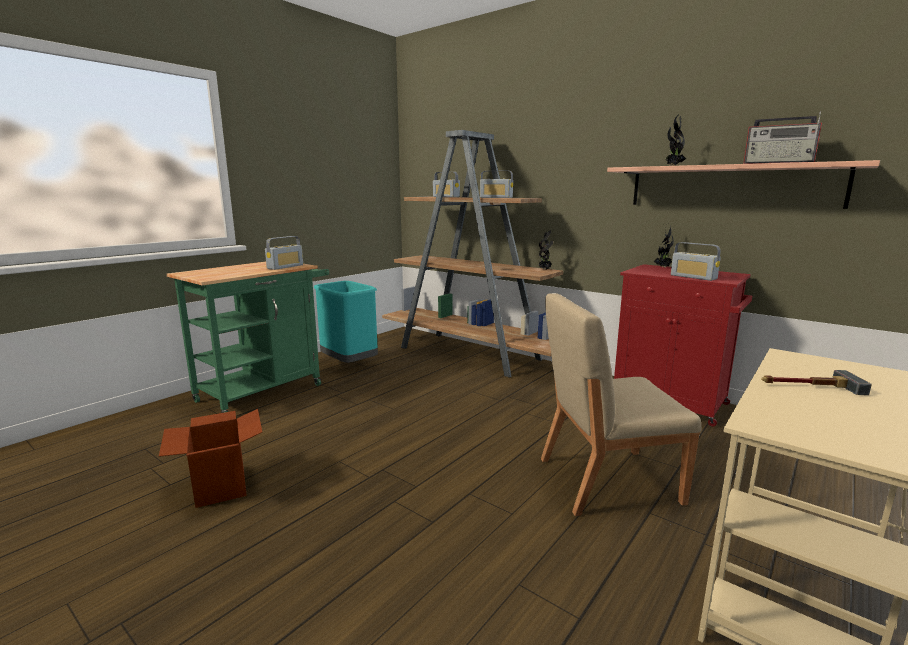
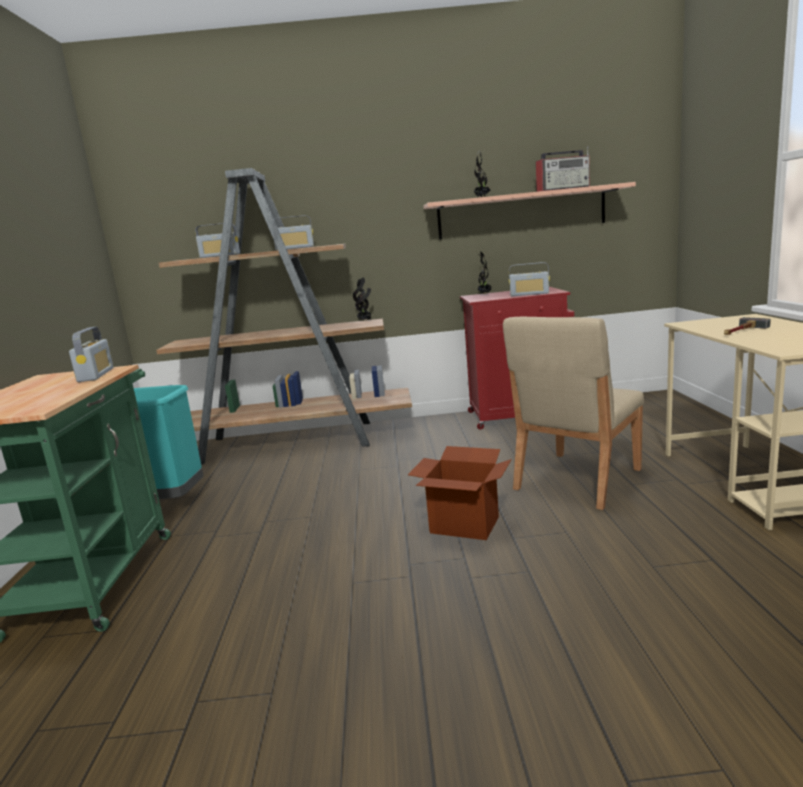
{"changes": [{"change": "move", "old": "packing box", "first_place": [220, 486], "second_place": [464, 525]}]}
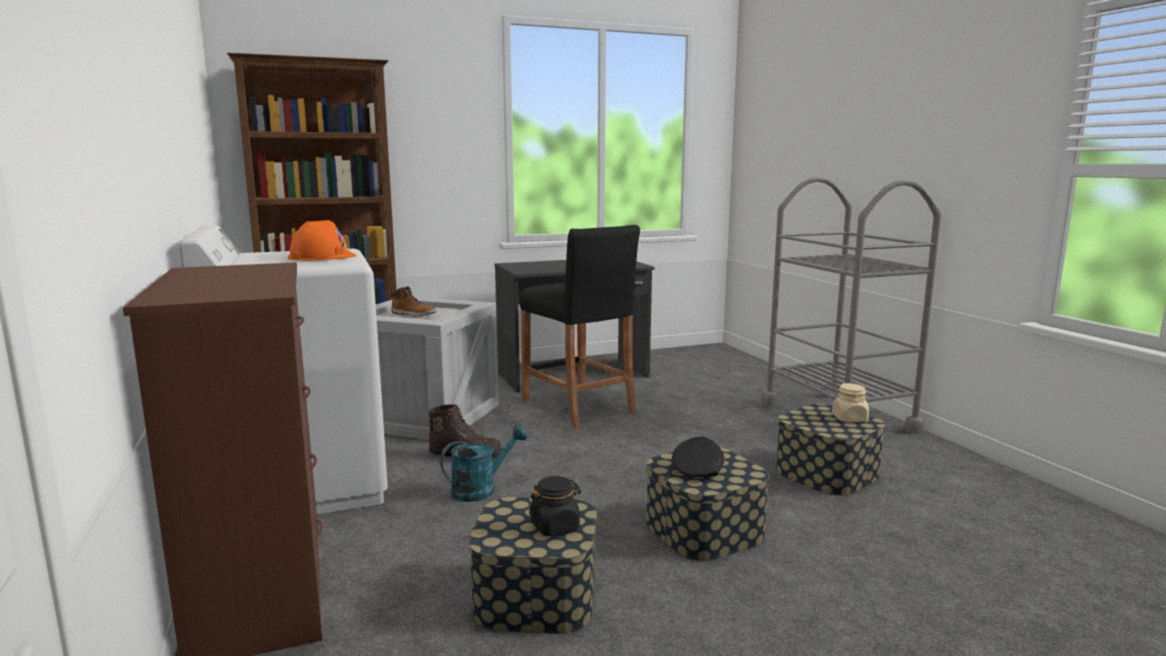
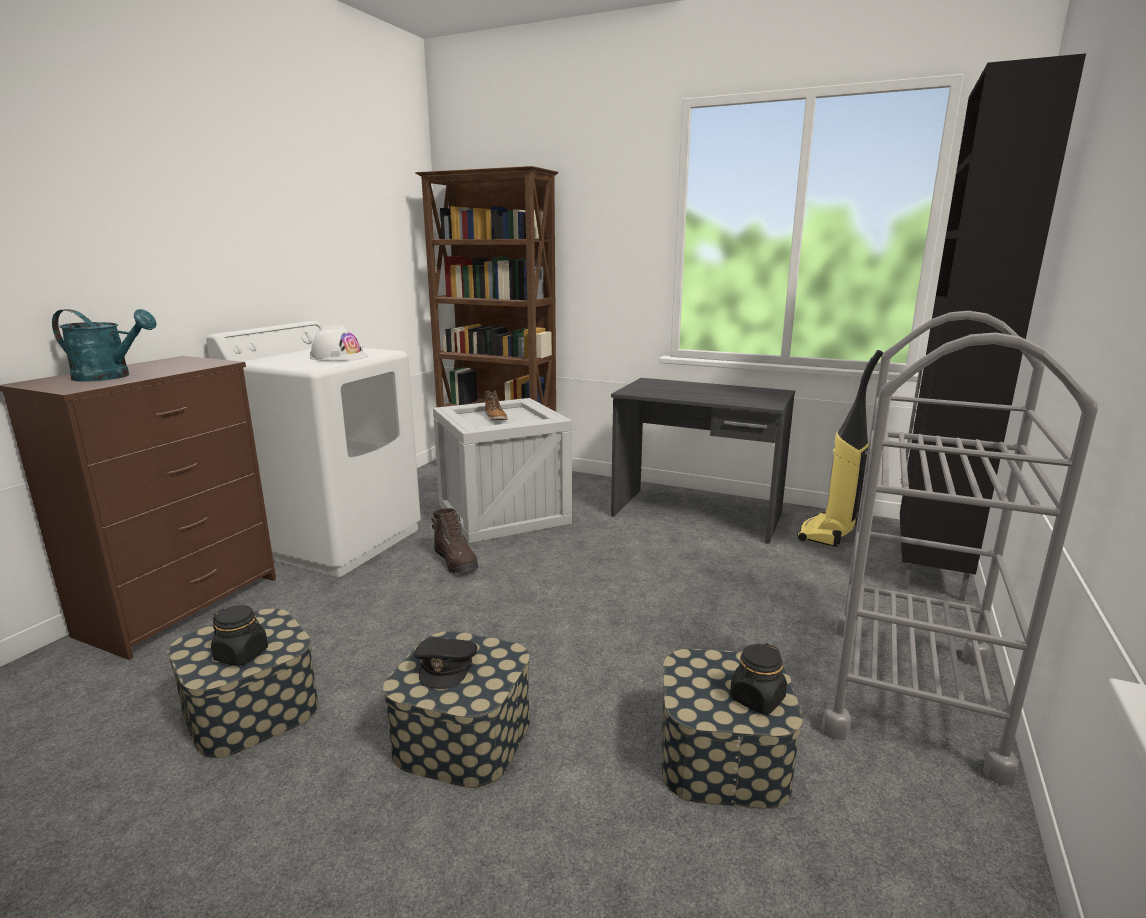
{"changes": [{"change": "recolor", "old": "safety helmet (orange-coloured)", "new": "safety helmet (whitish)", "first_place": [322, 257], "second_place": [339, 357]}, {"change": "delete", "old": "stool (black)", "first_place": [578, 407]}, {"change": "recolor", "old": "jar (beige)", "new": "jar (black)", "first_place": [849, 419], "second_place": [757, 699]}, {"change": "move", "old": "watering pot (blue-green)", "first_place": [481, 489], "second_place": [110, 377]}, {"change": "rotate", "old": "cap (black)", "first_place": [697, 470], "second_place": [446, 666], "degrees": 120}, {"change": "insert", "new": "storage cabinet (black)", "second_place": [928, 568]}, {"change": "insert", "new": "vacuum cleaner", "second_place": [828, 534]}]}
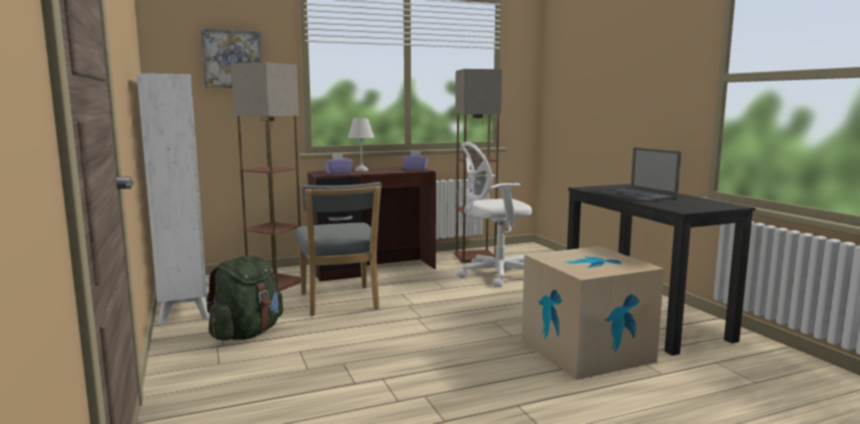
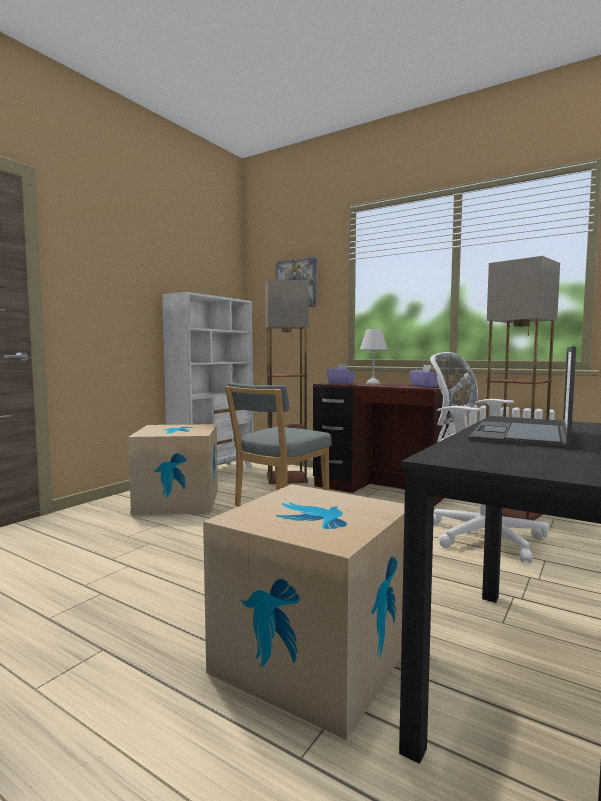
{"changes": [{"change": "replace", "old": "backpack (green-coloured)", "new": "packing box", "first_place": [247, 334], "second_place": [177, 501]}]}
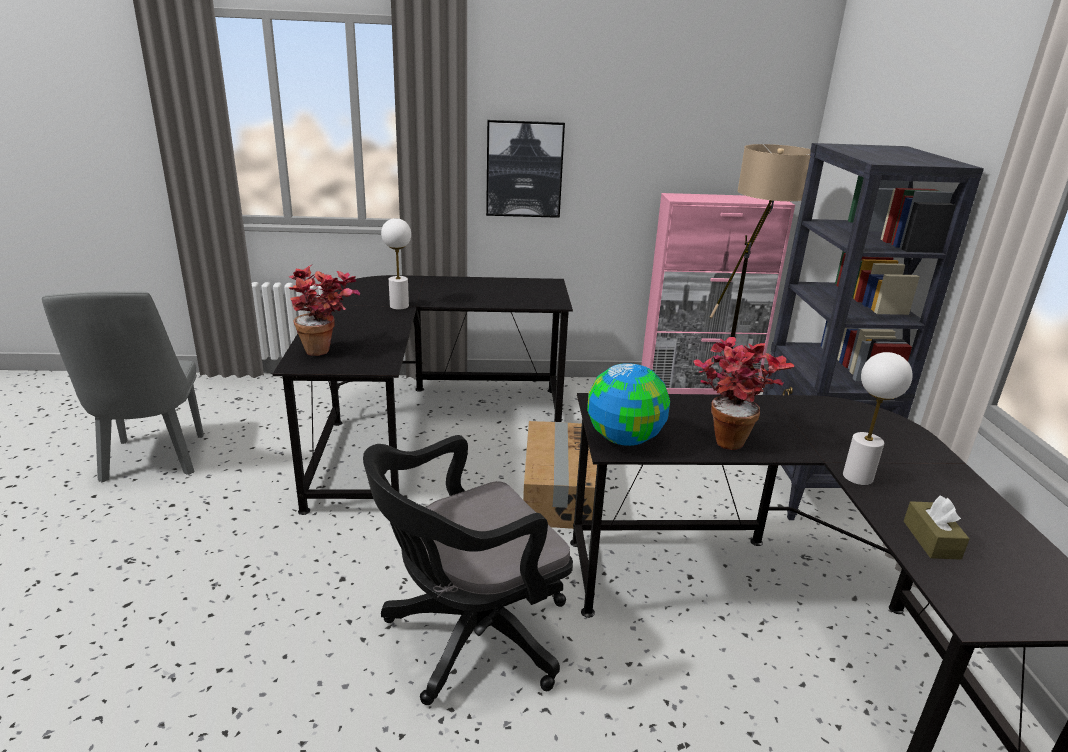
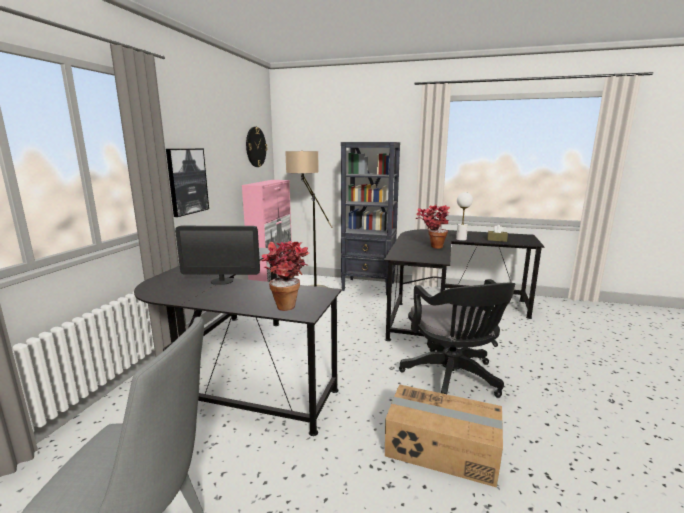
{"changes": [{"change": "replace", "old": "table lamp (whitish)", "new": "monitor", "first_place": [399, 306], "second_place": [222, 281]}, {"change": "delete", "old": "world globe", "first_place": [625, 438]}, {"change": "move", "old": "packing box", "first_place": [557, 492], "second_place": [442, 449]}, {"change": "insert", "new": "wall clock", "second_place": [255, 147]}]}
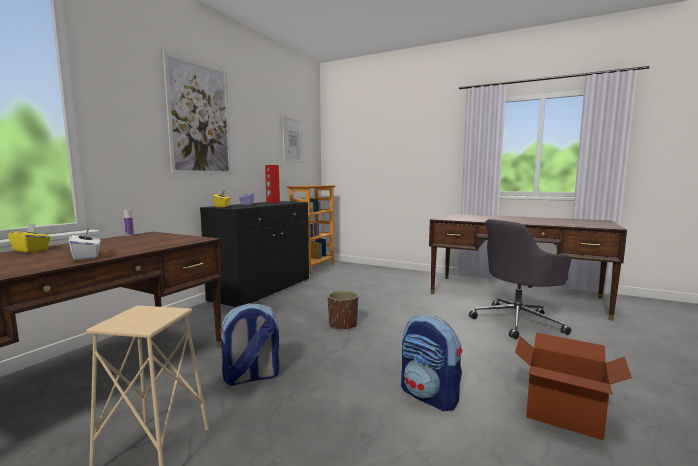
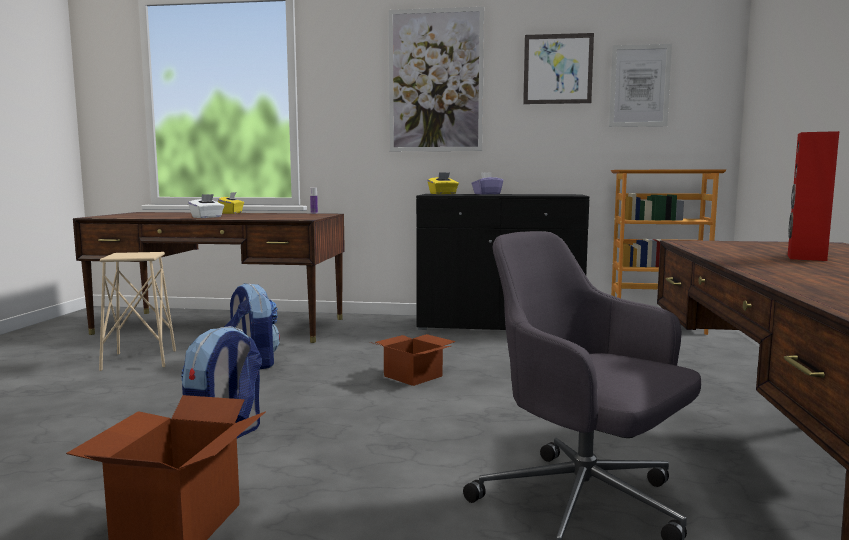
{"changes": [{"change": "move", "old": "loudspeaker (red-coloured)", "first_place": [272, 202], "second_place": [805, 258]}, {"change": "replace", "old": "planter (brown-coloured)", "new": "packing box", "first_place": [343, 325], "second_place": [414, 376]}, {"change": "insert", "new": "wall picture", "second_place": [558, 69]}]}
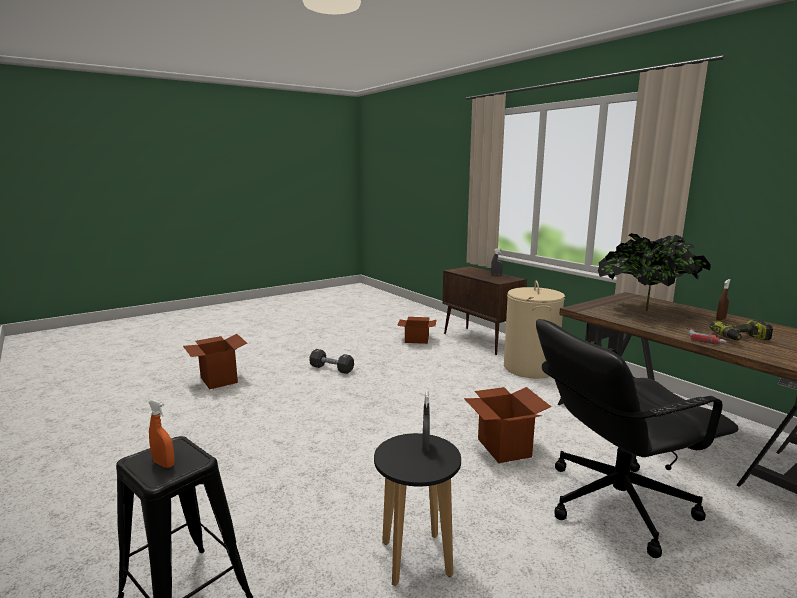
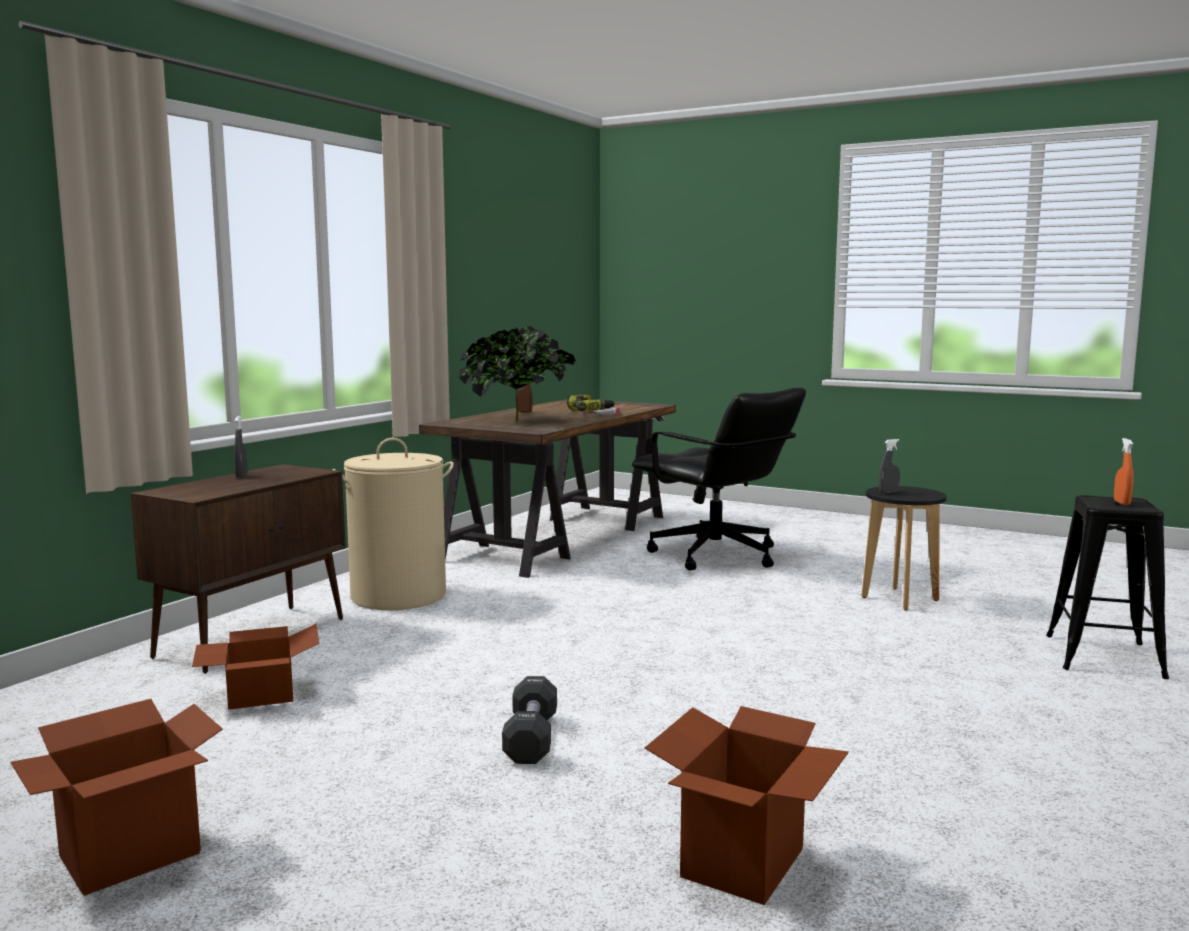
{"changes": [{"change": "move", "old": "packing box", "first_place": [503, 447], "second_place": [129, 855]}]}
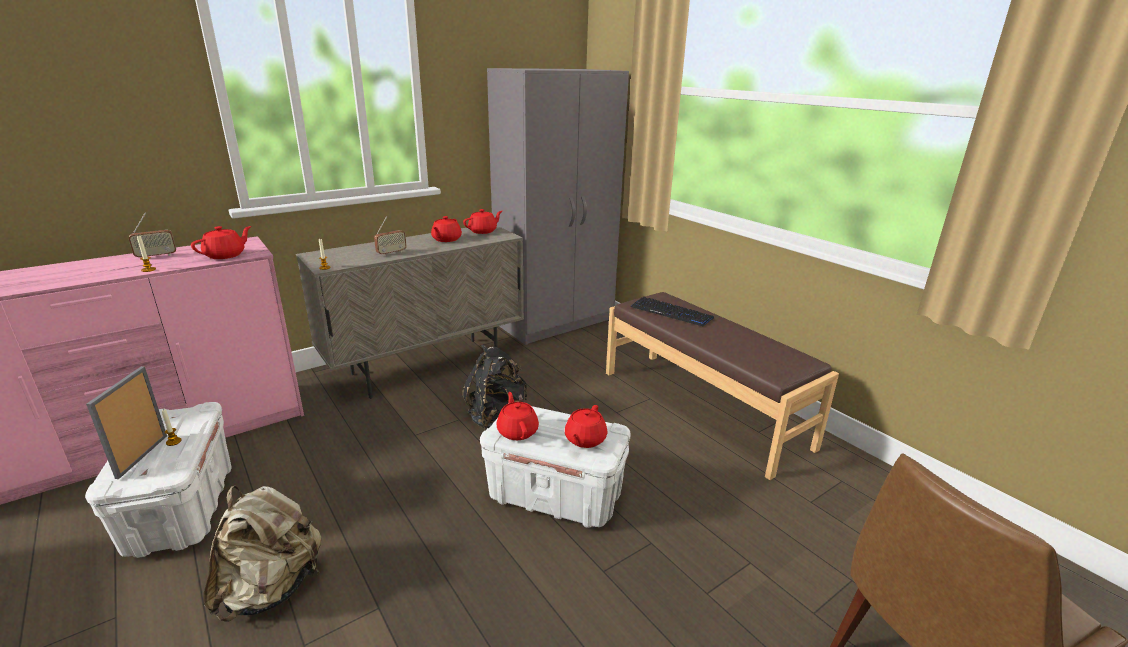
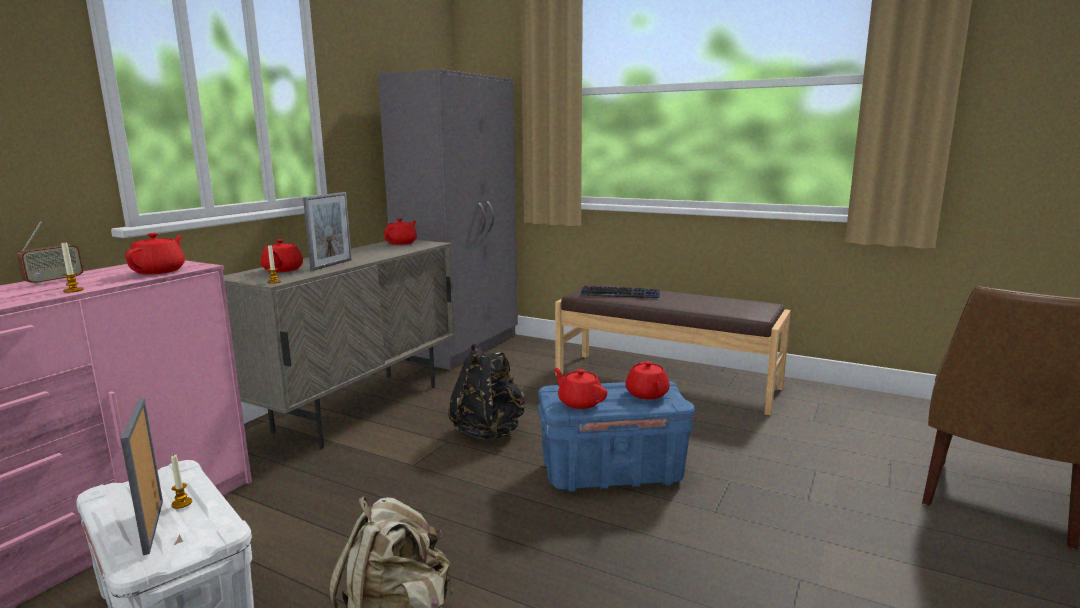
{"changes": [{"change": "replace", "old": "radio set", "new": "photo frame", "first_place": [391, 253], "second_place": [332, 265]}, {"change": "move", "old": "teapot (red-coloured)", "first_place": [446, 239], "second_place": [282, 270]}, {"change": "recolor", "old": "storage container (whitish)", "new": "storage container (bluish)", "first_place": [556, 496], "second_place": [613, 472]}]}
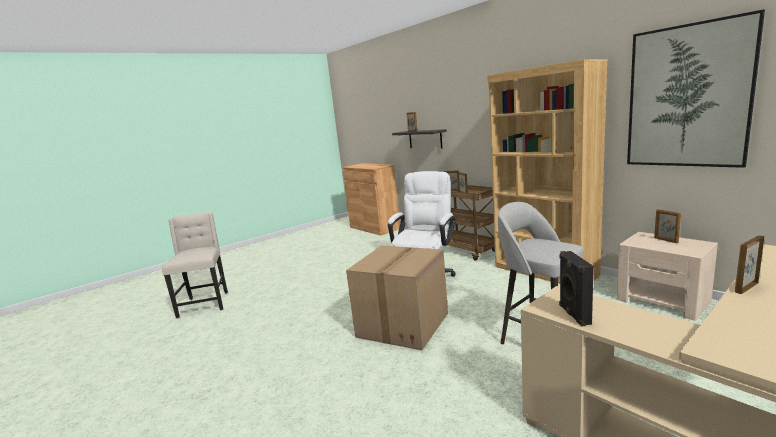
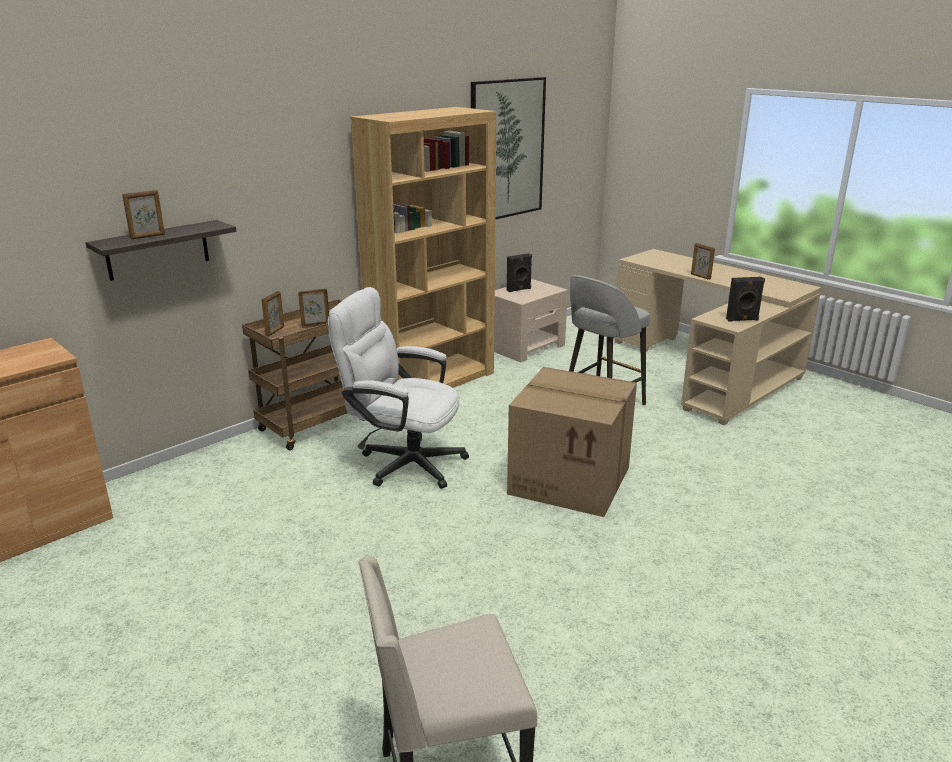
{"changes": [{"change": "replace", "old": "photo frame", "new": "loudspeaker (black)", "first_place": [665, 240], "second_place": [519, 289]}]}
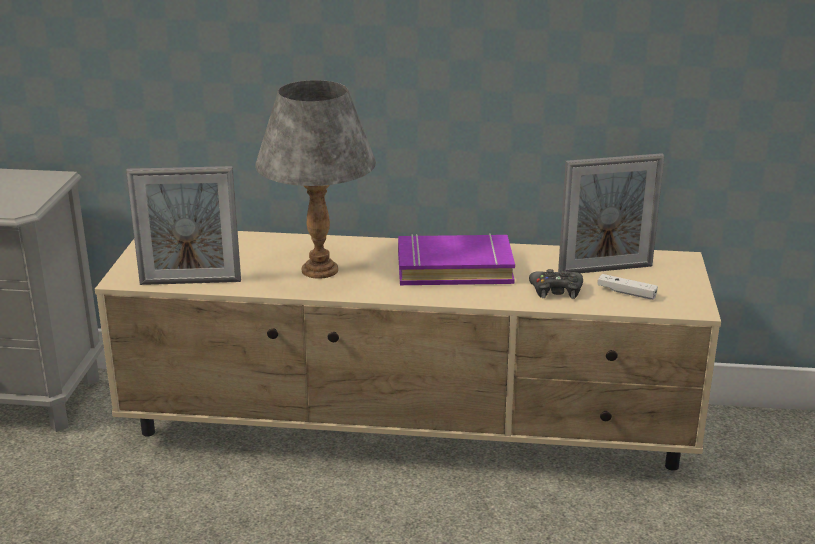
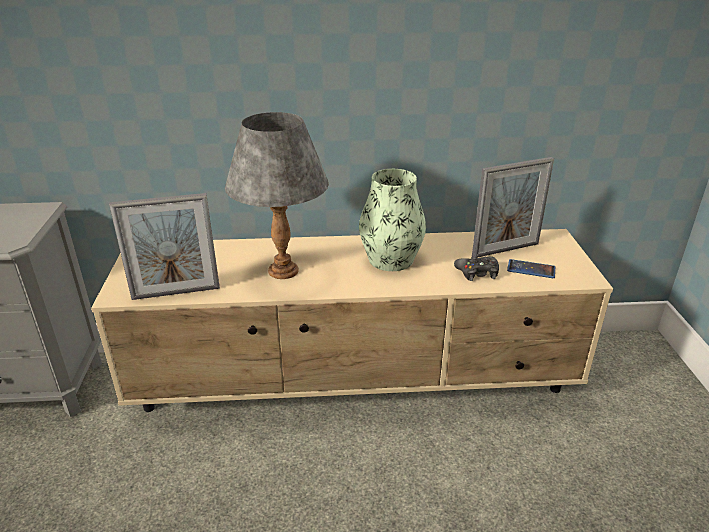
{"changes": [{"change": "replace", "old": "bound book (purple)", "new": "vase", "first_place": [454, 268], "second_place": [390, 259]}, {"change": "replace", "old": "game controller (whitish)", "new": "phone", "first_place": [626, 293], "second_place": [531, 269]}]}
